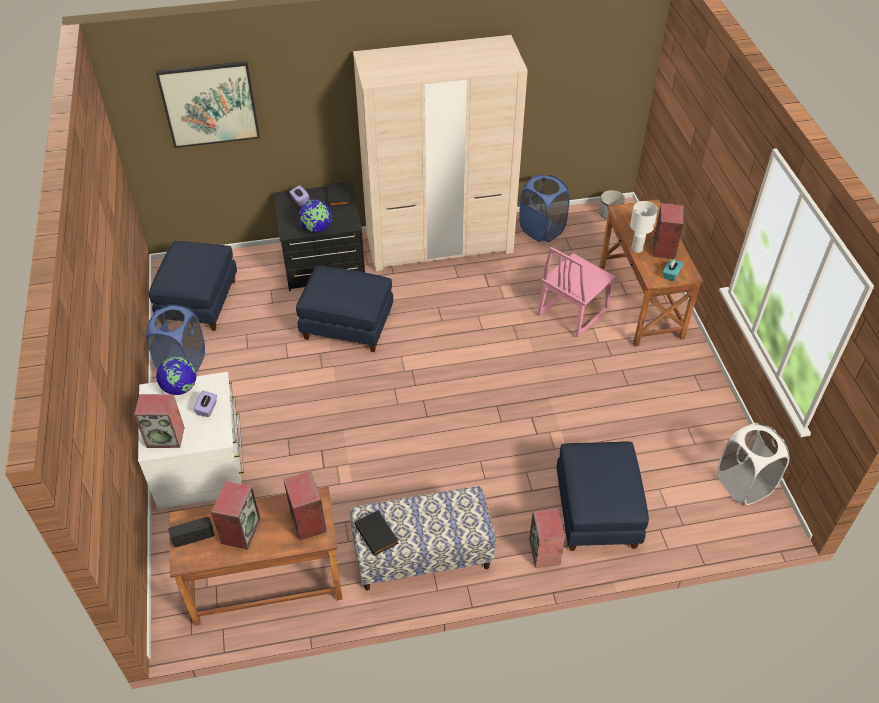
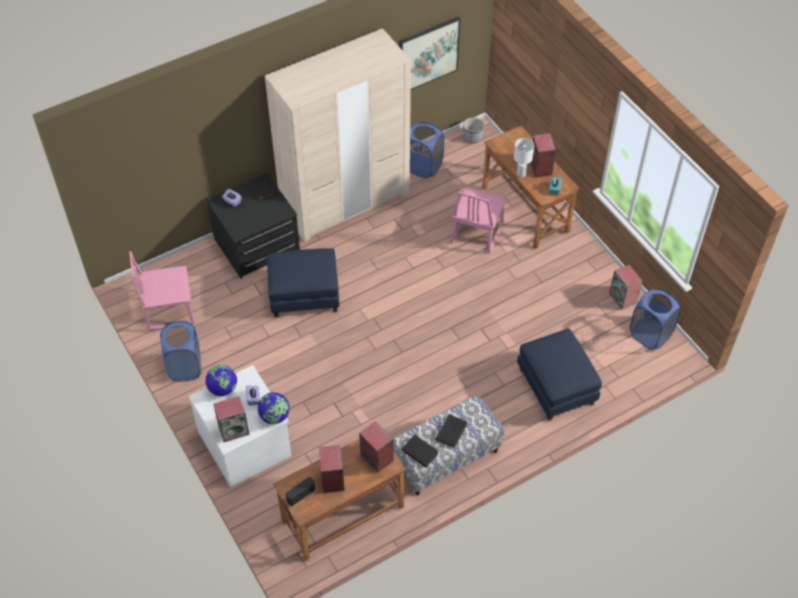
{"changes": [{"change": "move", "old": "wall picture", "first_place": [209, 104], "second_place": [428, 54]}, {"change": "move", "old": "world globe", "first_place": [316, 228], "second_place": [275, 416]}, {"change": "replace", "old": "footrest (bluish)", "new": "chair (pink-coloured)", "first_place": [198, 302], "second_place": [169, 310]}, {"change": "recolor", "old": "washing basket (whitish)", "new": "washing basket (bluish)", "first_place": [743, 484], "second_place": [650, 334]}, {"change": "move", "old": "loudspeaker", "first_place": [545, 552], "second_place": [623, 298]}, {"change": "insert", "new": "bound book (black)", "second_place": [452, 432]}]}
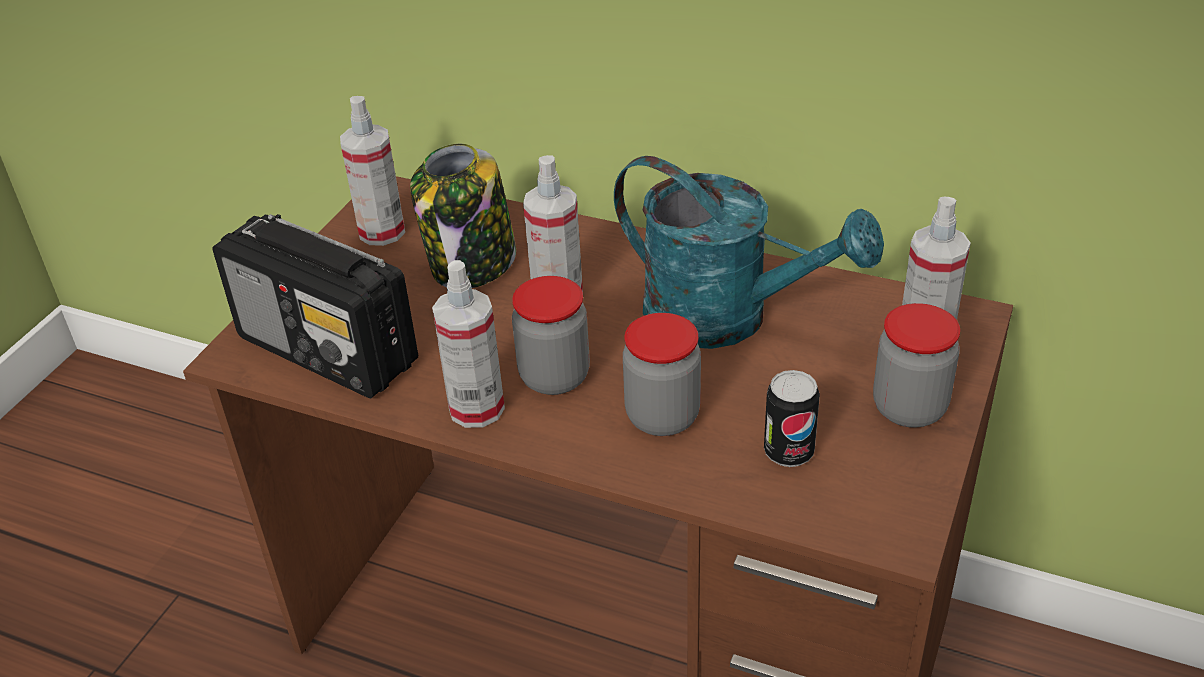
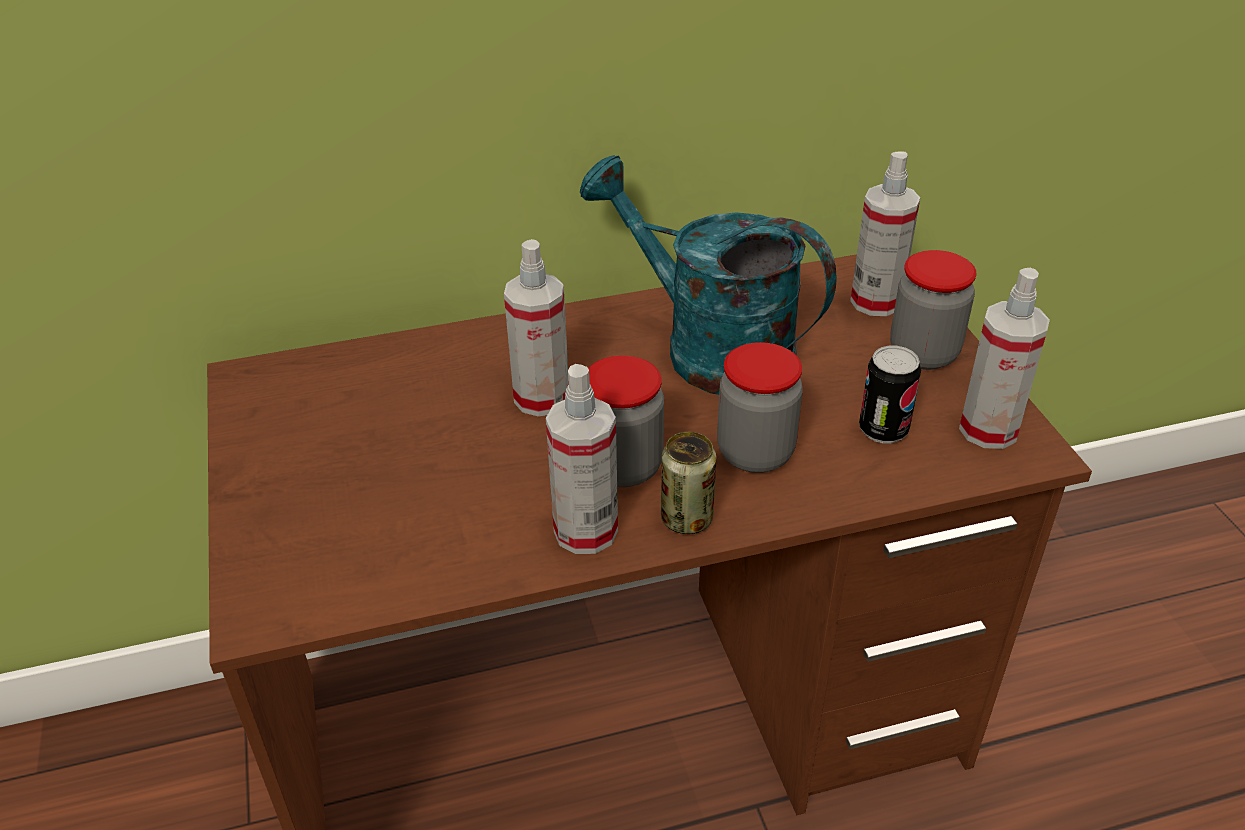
{"changes": [{"change": "move", "old": "hand sprayer", "first_place": [382, 232], "second_place": [988, 429]}, {"change": "delete", "old": "jar", "first_place": [472, 264]}, {"change": "rotate", "old": "watering pot (blue-green)", "first_place": [727, 318], "second_place": [709, 348], "degrees": -135}, {"change": "delete", "old": "radio set", "first_place": [329, 351]}, {"change": "insert", "new": "can", "second_place": [686, 519]}]}
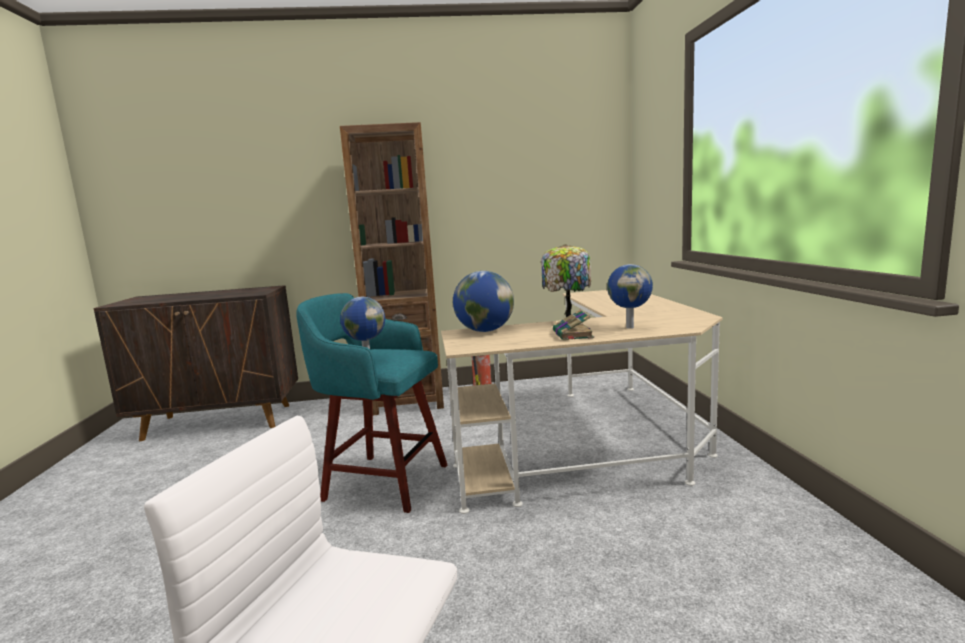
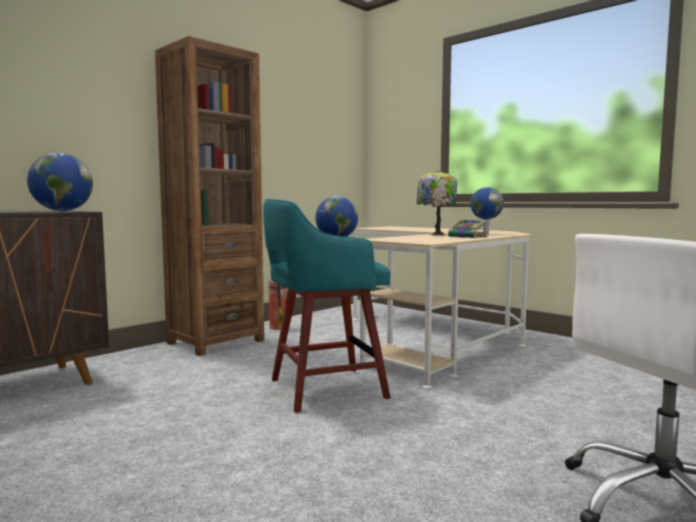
{"changes": [{"change": "move", "old": "world globe", "first_place": [485, 331], "second_place": [62, 211]}]}
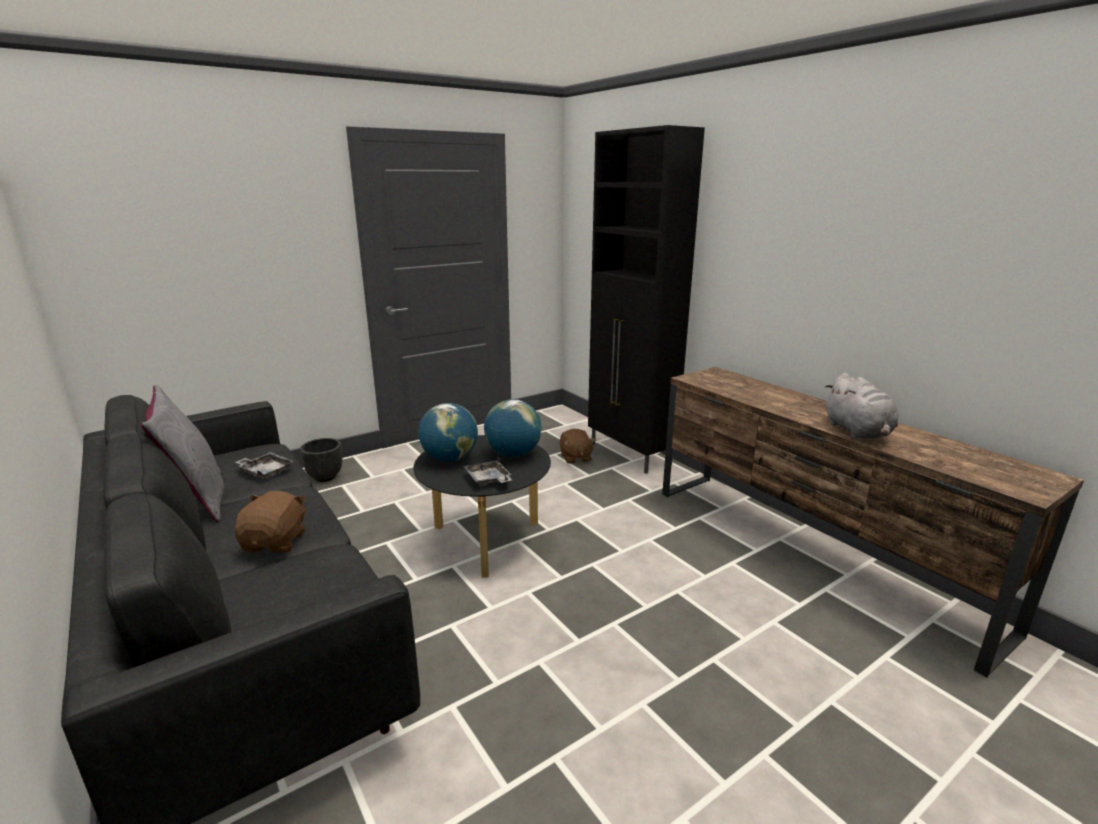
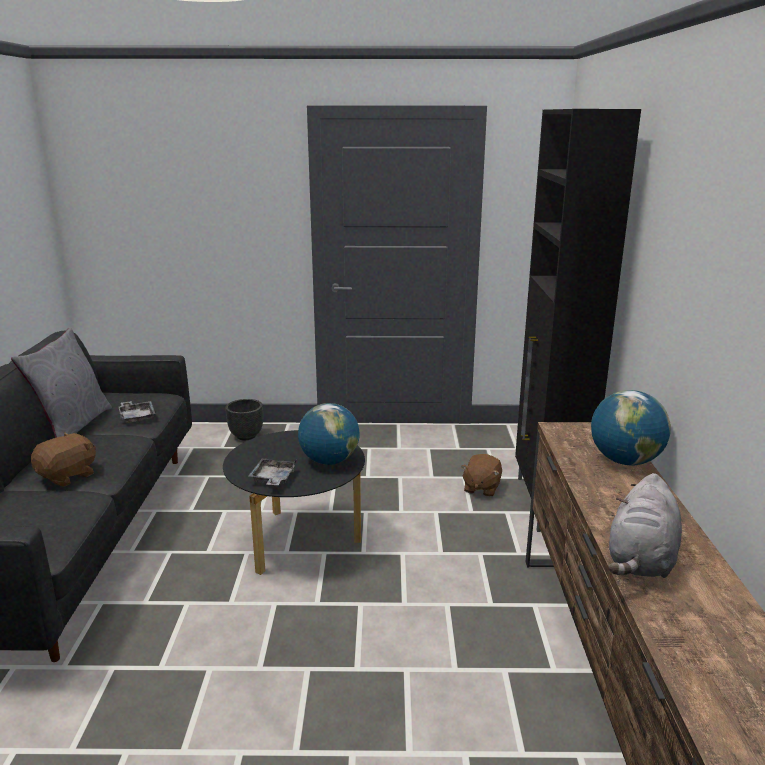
{"changes": [{"change": "move", "old": "world globe", "first_place": [450, 458], "second_place": [625, 461]}]}
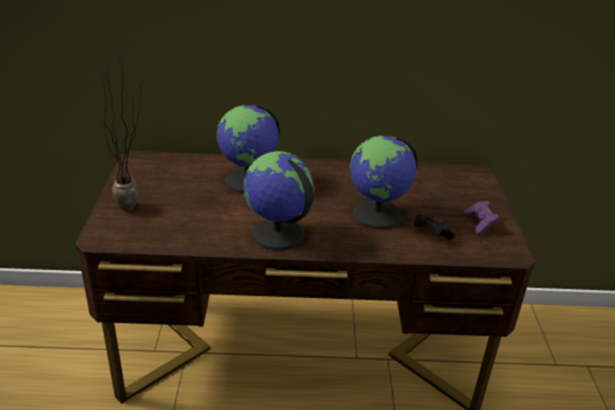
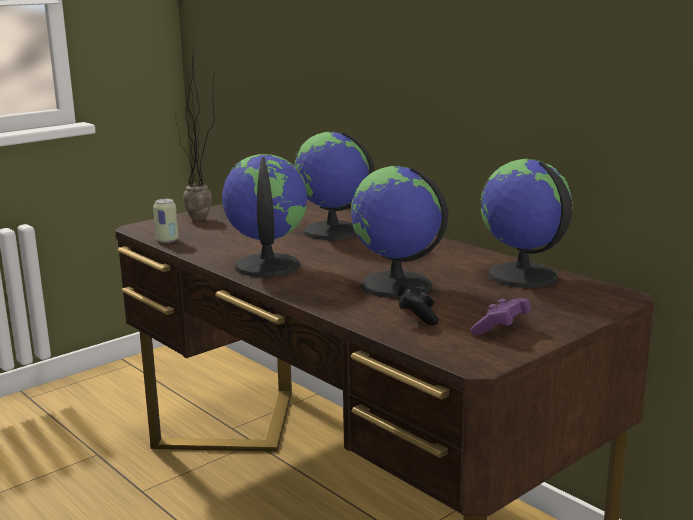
{"changes": [{"change": "insert", "new": "world globe", "second_place": [521, 276]}, {"change": "insert", "new": "can", "second_place": [167, 240]}]}
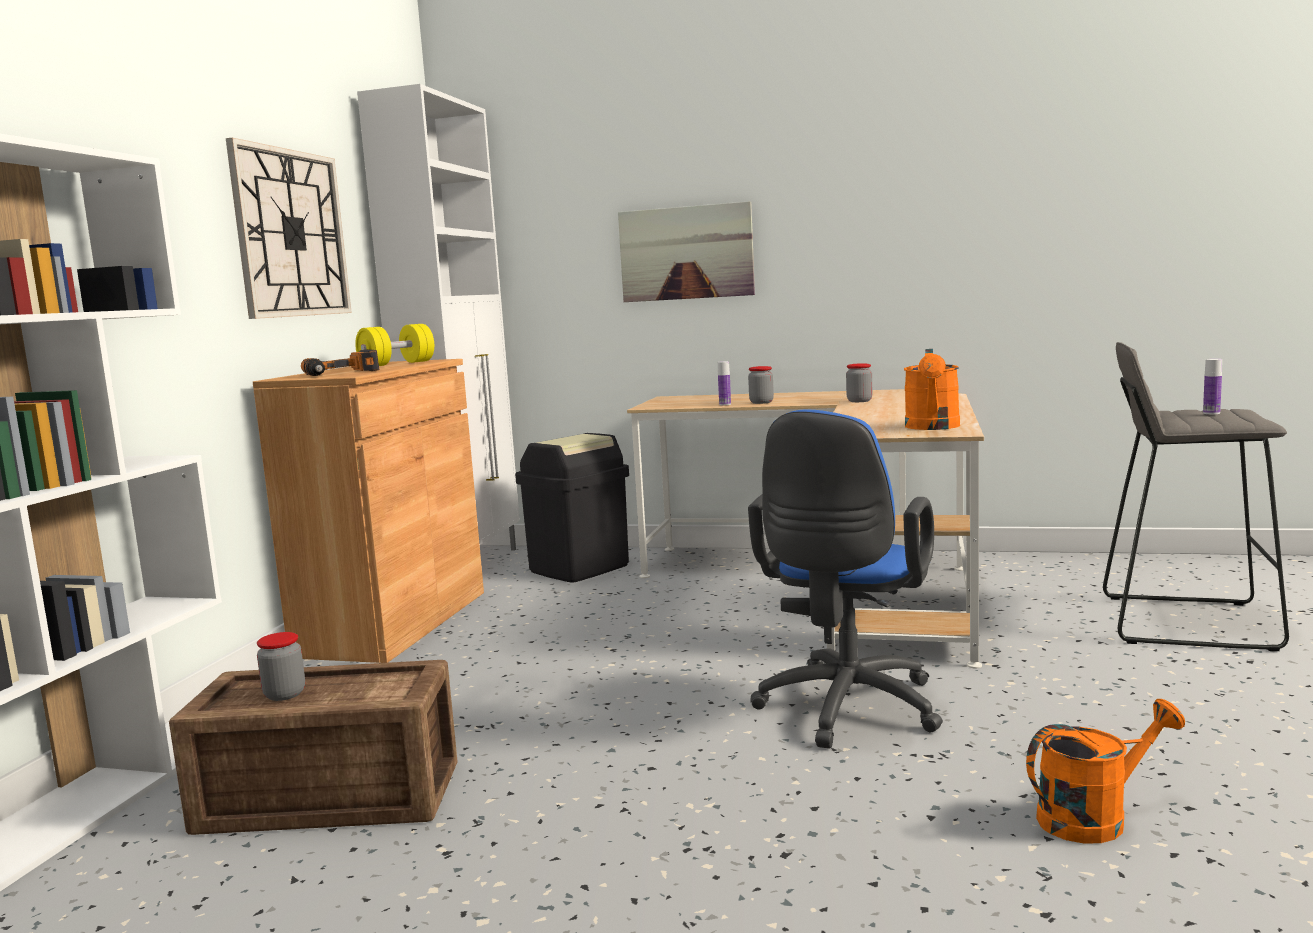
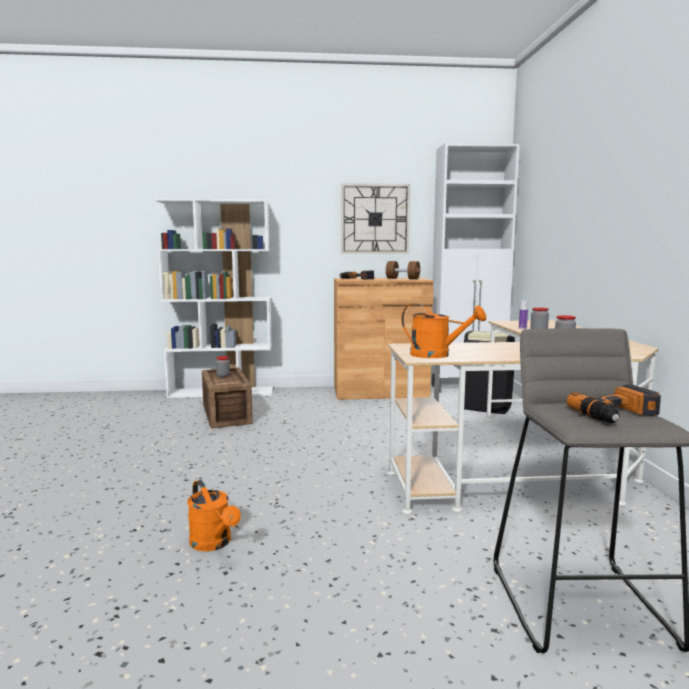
{"changes": [{"change": "delete", "old": "wall picture", "first_place": [686, 253]}, {"change": "recolor", "old": "hand weight (yellowish)", "new": "hand weight (brown-coloured)", "first_place": [397, 364], "second_place": [402, 278]}, {"change": "rotate", "old": "watering pot (orange-coloured)", "first_place": [932, 427], "second_place": [437, 355], "degrees": -150}, {"change": "replace", "old": "beverage bottle", "new": "electric drill", "first_place": [1211, 413], "second_place": [617, 415]}, {"change": "delete", "old": "desk chair (bluish)", "first_place": [845, 711]}]}
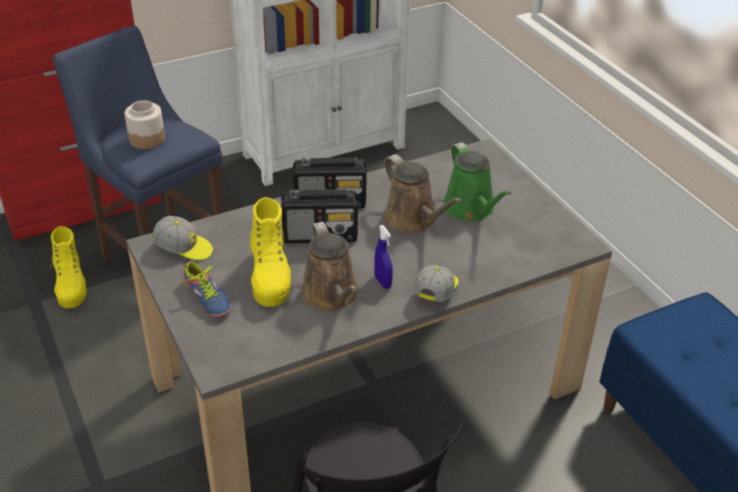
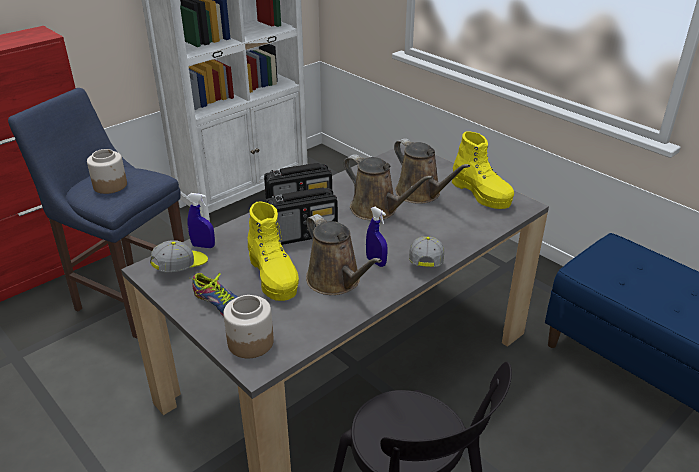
{"changes": [{"change": "recolor", "old": "watering pot (green-coloured)", "new": "watering pot (brown-coloured)", "first_place": [471, 209], "second_place": [421, 194]}, {"change": "rotate", "old": "cap", "first_place": [183, 248], "second_place": [181, 267], "degrees": -45}, {"change": "move", "old": "boot (yellowish)", "first_place": [71, 286], "second_place": [481, 194]}, {"change": "insert", "new": "hand sprayer (bluish)", "second_place": [203, 246]}, {"change": "insert", "new": "jar", "second_place": [250, 342]}]}
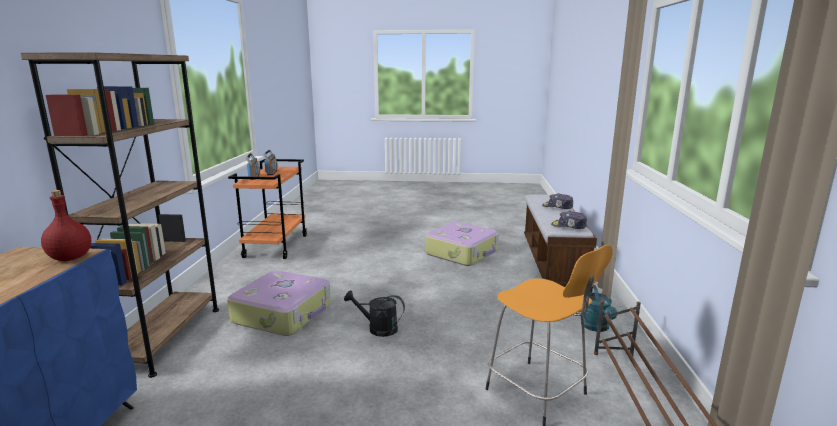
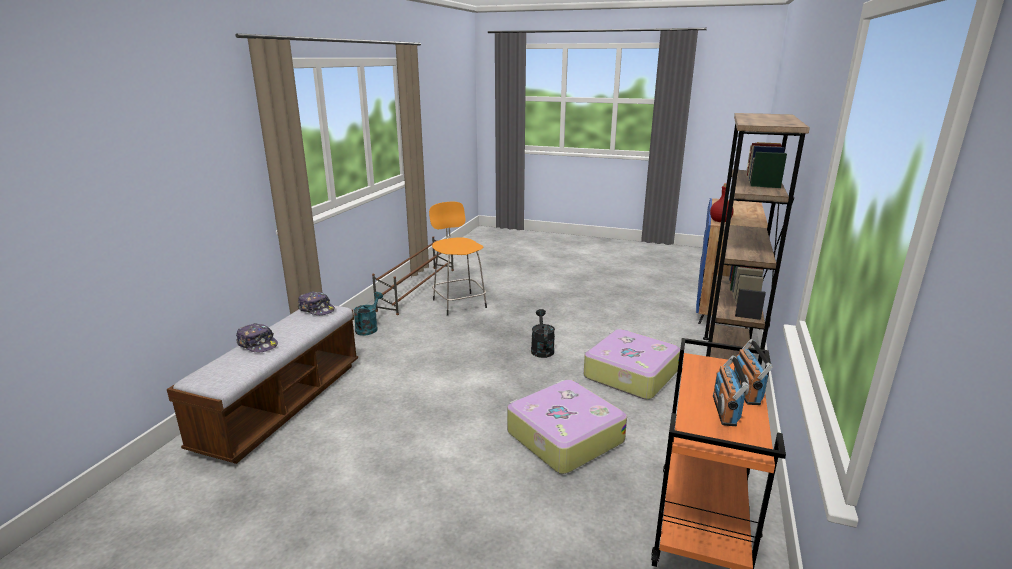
{"changes": [{"change": "move", "old": "suitcase", "first_place": [462, 252], "second_place": [563, 436]}, {"change": "rotate", "old": "watering pot (black)", "first_place": [377, 328], "second_place": [541, 349], "degrees": -120}]}
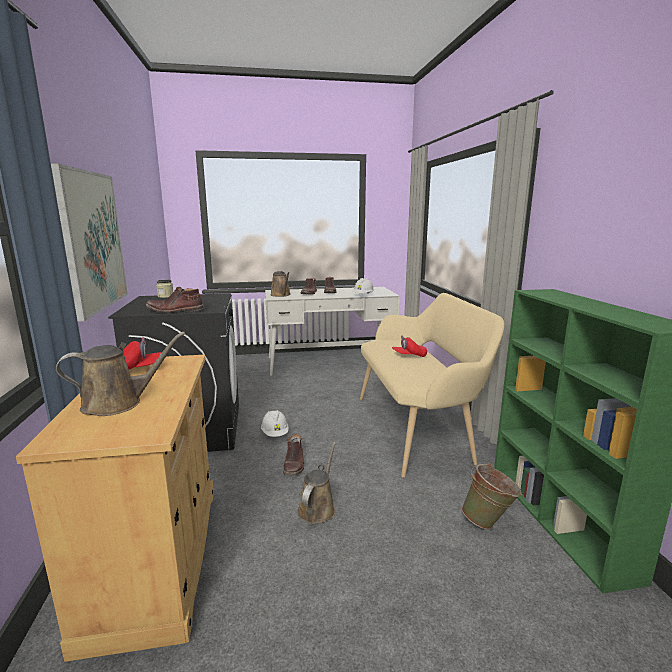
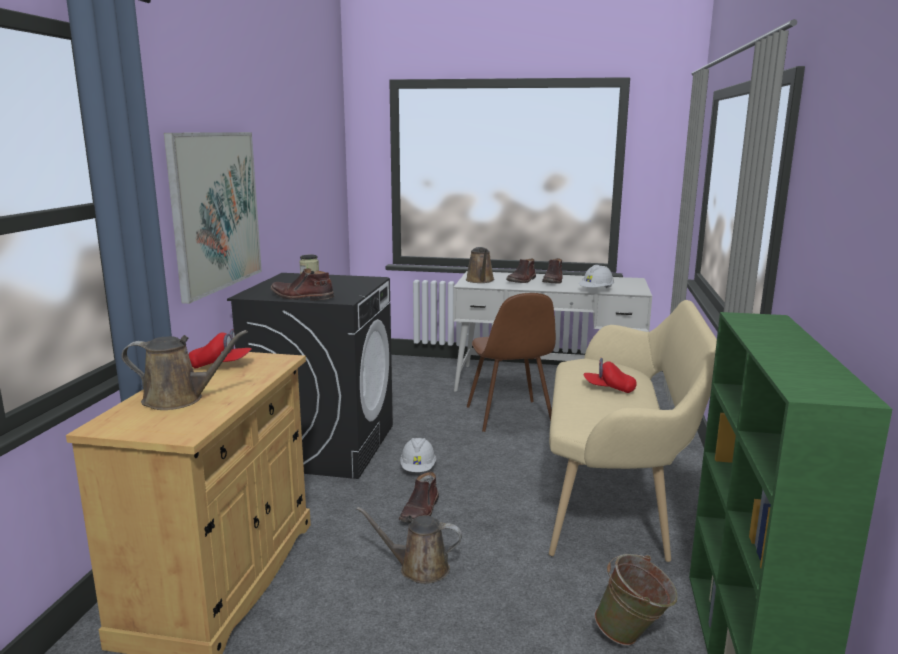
{"changes": [{"change": "rotate", "old": "watering pot (brown-coloured)", "first_place": [318, 508], "second_place": [419, 568], "degrees": -120}, {"change": "insert", "new": "chair (brown-coloured)", "second_place": [509, 417]}]}
